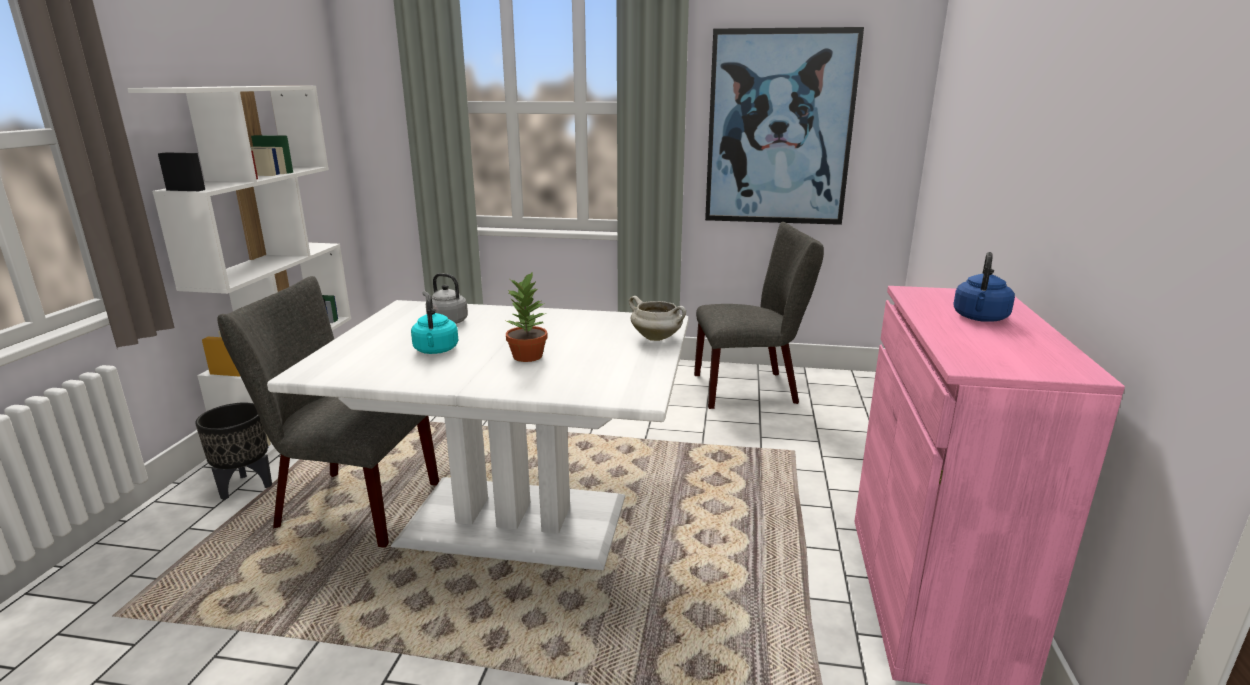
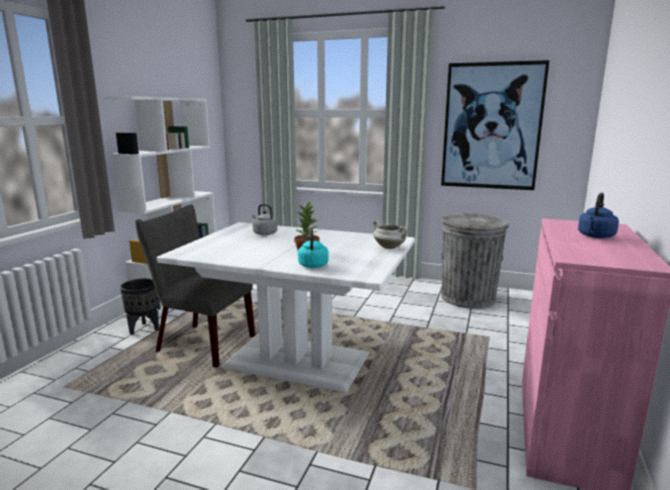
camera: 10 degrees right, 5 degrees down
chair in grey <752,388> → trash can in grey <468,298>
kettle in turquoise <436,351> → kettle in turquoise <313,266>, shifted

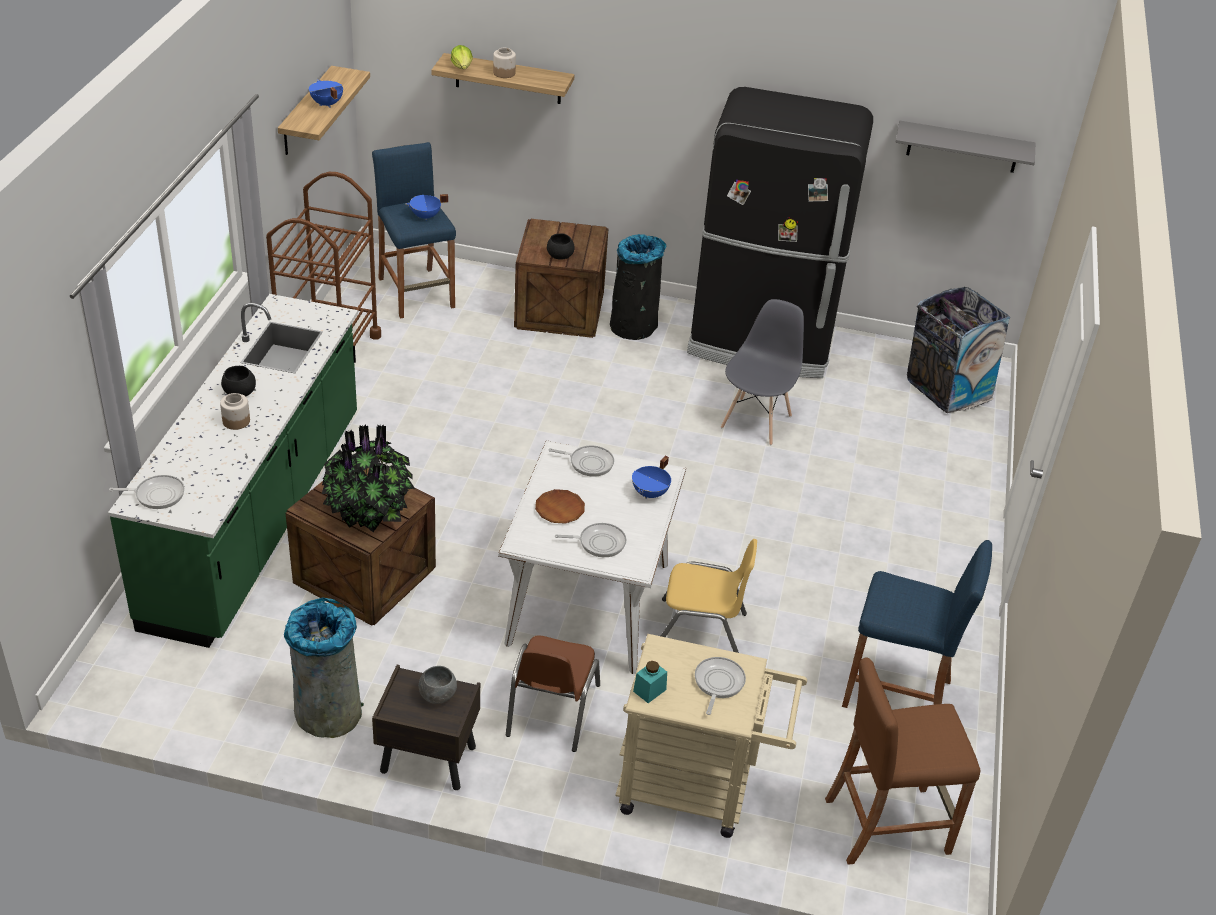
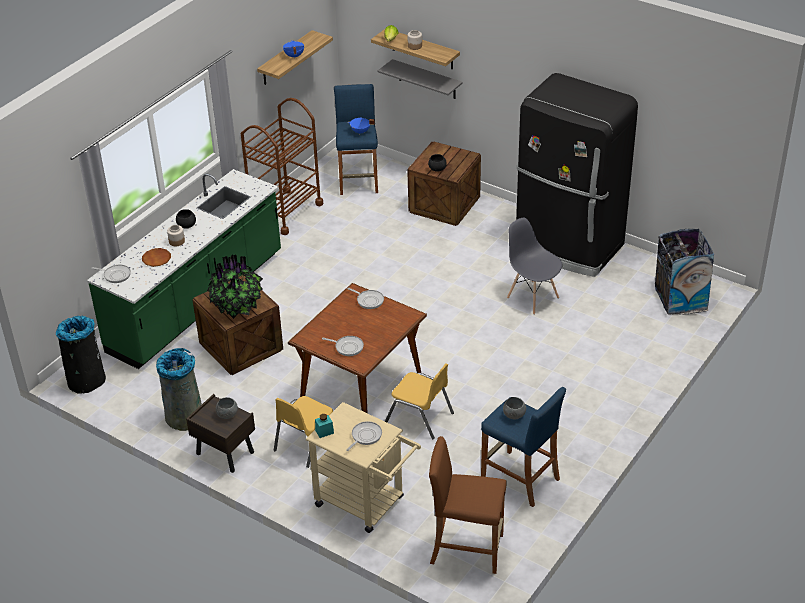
camera: 25 degrees right, 0 degrees up
shelf in grey <963,147> → shelf in grey <427,79>, shifted
trash can in black <634,325> → trash can in black <87,380>, shifted
chair in grey <756,421> → chair in grey <532,297>, 90 degrees counterclockwise
dining table in white <588,603> → dining table in brown <361,388>
cooking pot in blue <650,493> → -
plate in brown <559,509> → plate in brown <156,259>, shifted
chair in brown <551,710> → chair in yellow <307,442>
- → bowl in grey <514,415>

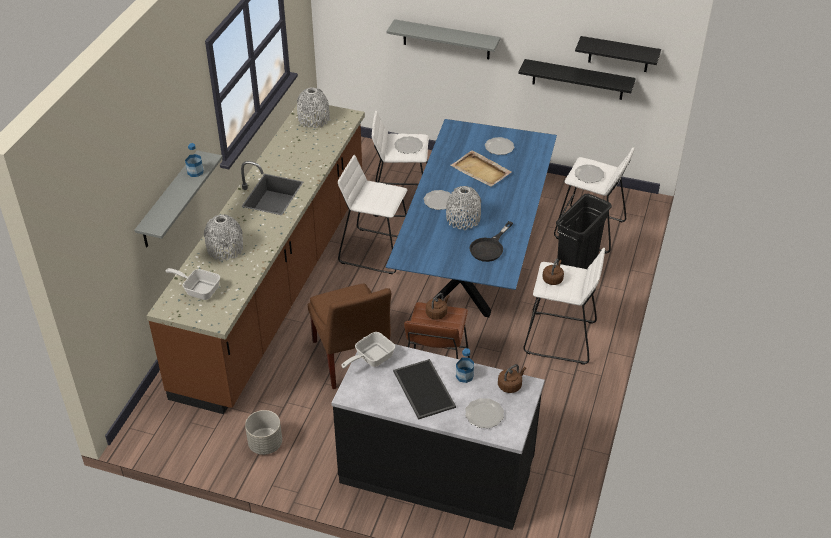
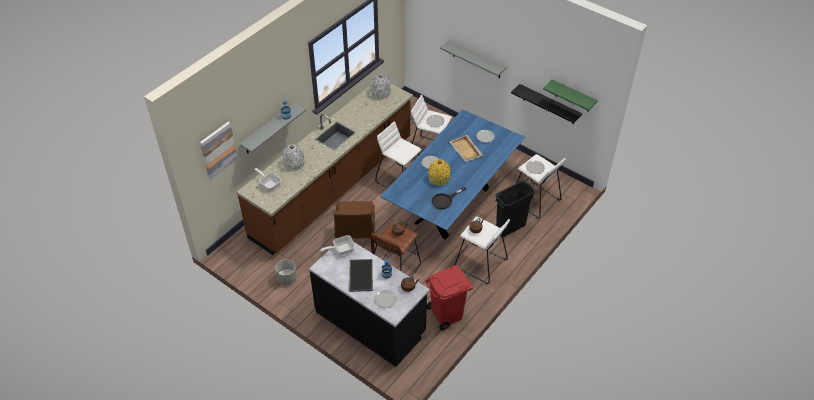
camera: 20 degrees right, 5 degrees up
shelf in black <618,54> → shelf in green <573,96>
vase in grey <463,219> → vase in yellow <439,178>
- → picture <218,150>
- → trash can in red <447,314>

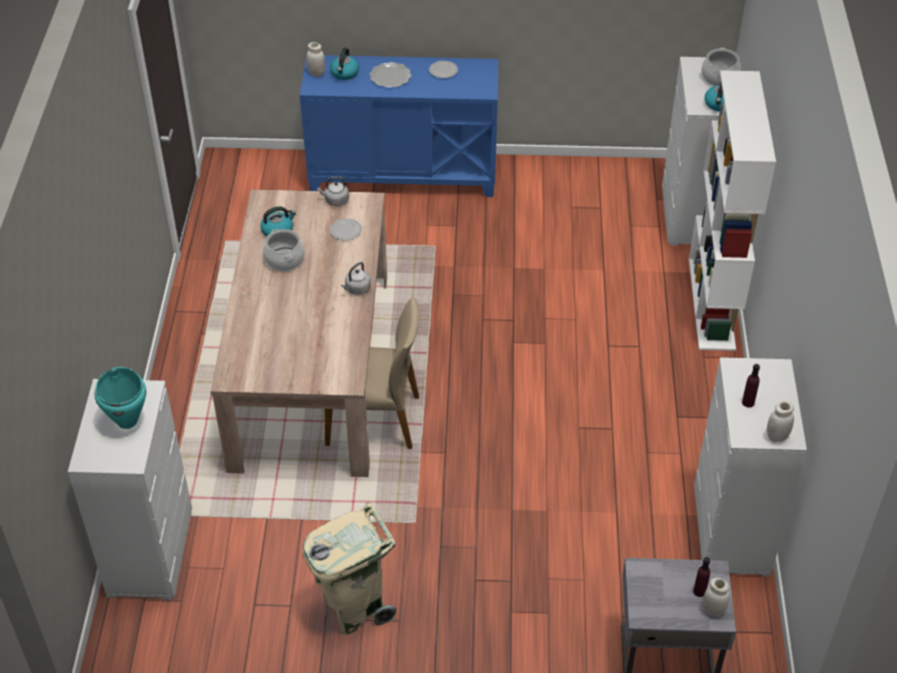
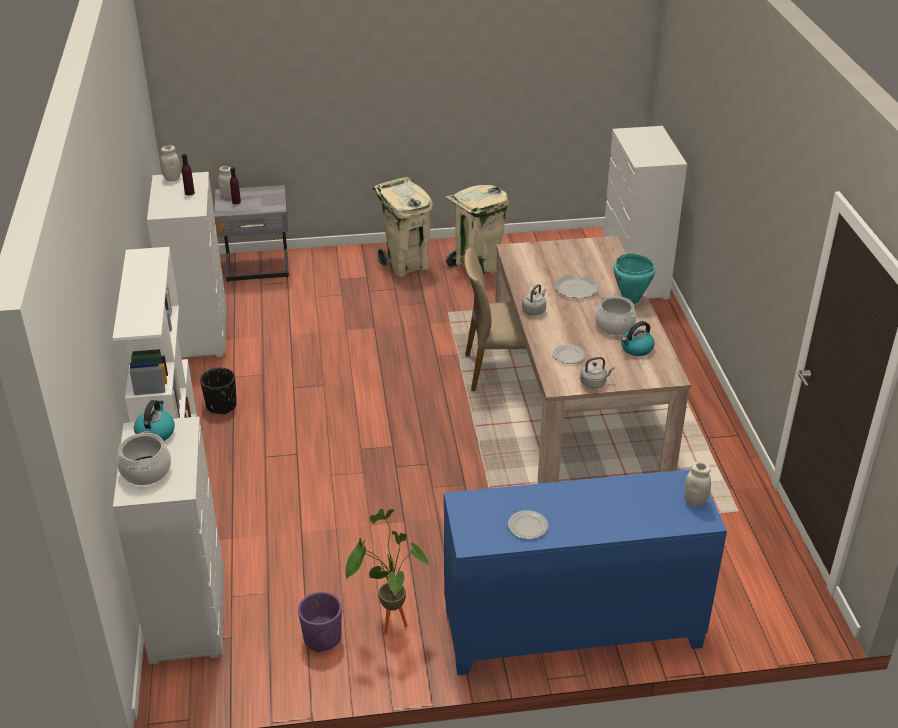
camera: 170 degrees right, 10 degrees down
kettle <345,73> → -
plate <390,77> → plate <576,288>, shifted
cooking pot in turquoise <128,420> → cooking pot in turquoise <630,300>, shifted
- → trash can in beige <406,265>
- → planter in black <221,405>
- → potted plant <387,624>
- → planter in purple <322,638>

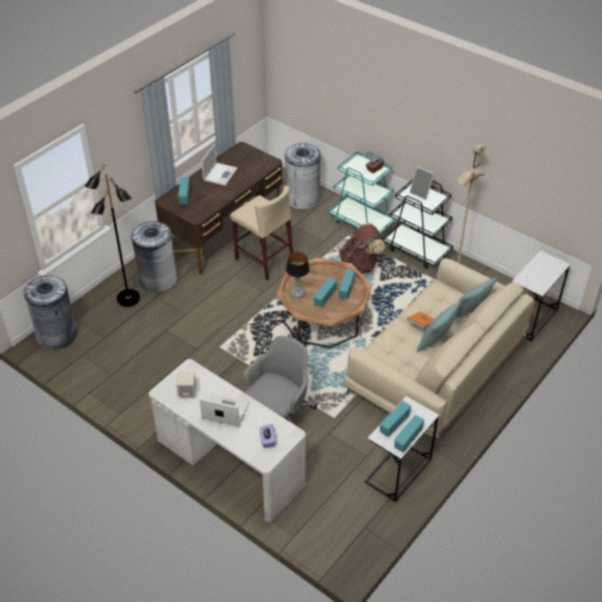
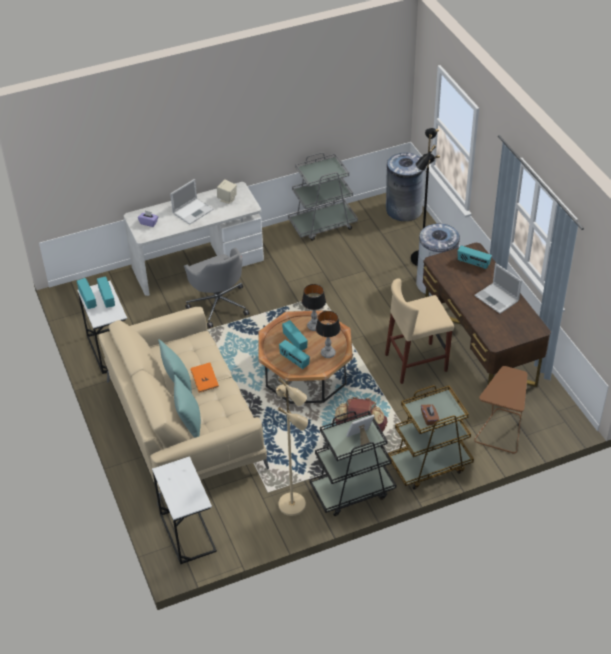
camera: 120 degrees right, 0 degrees up
trash can in grey <302,199> → side table in brown <501,431>
cart in turquoise <361,222> → cart in brown <429,465>
- → cart in grey <323,225>
- → table lamp <328,353>

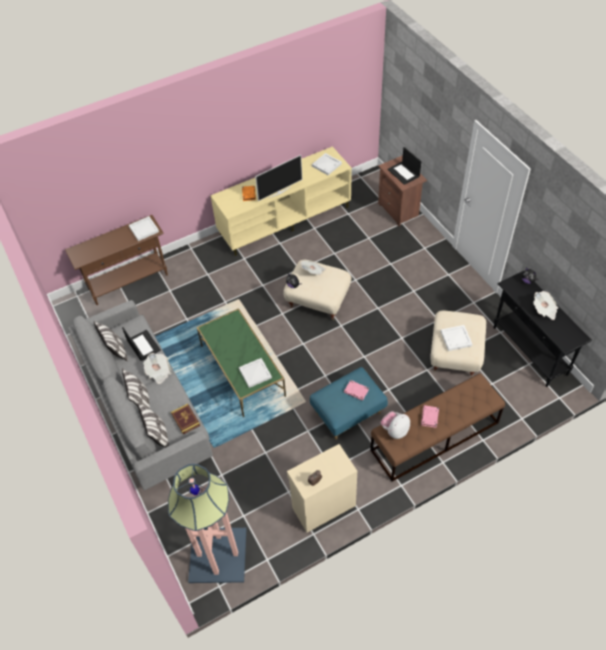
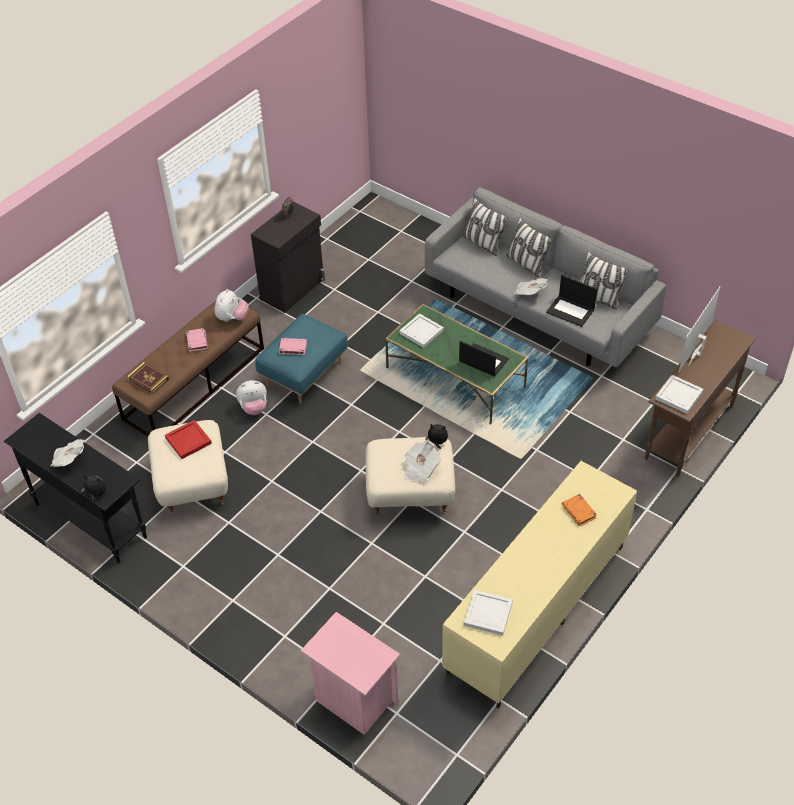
camera: 155 degrees right, 5 degrees down
laptop <404,173> → laptop <483,360>, shifted
television <279,192> → television <697,353>, shifted
nightstand in brown <399,210> → nightstand in pink <354,700>
tray in white <456,339> → tray in red <187,440>
book <185,420> → book <148,379>, shifted
cabinet in beige <323,506> → cabinet in black <293,289>
floor lamp <217,555> → -
- → plush toy <254,408>

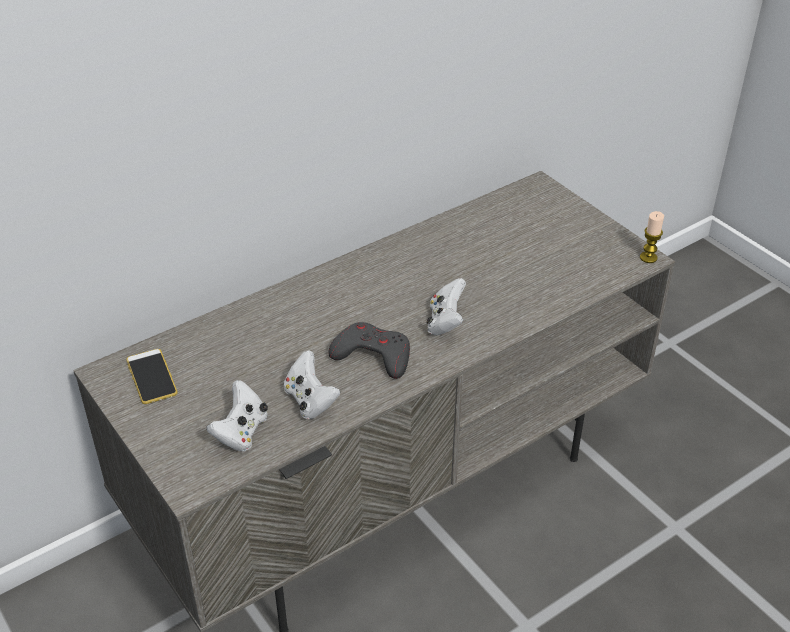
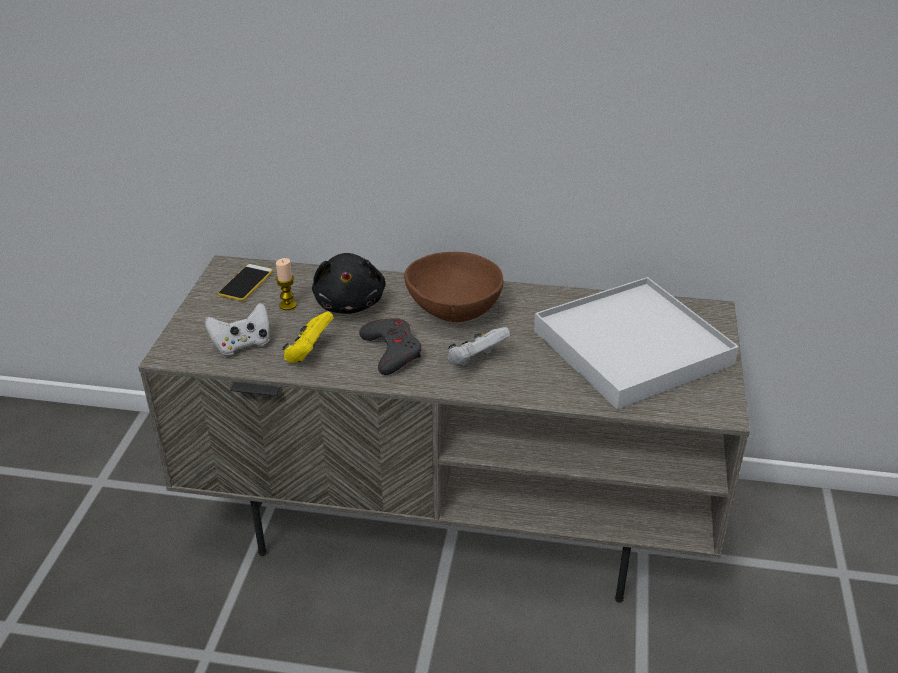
camera: 45 degrees right, 5 degrees down
candle <648,257> → candle <288,305>, shifted
game controller in white <310,401> → game controller in yellow <308,353>
- → bowl in brown <455,311>
- → plush toy in black <350,303>
- → tray in white <632,347>

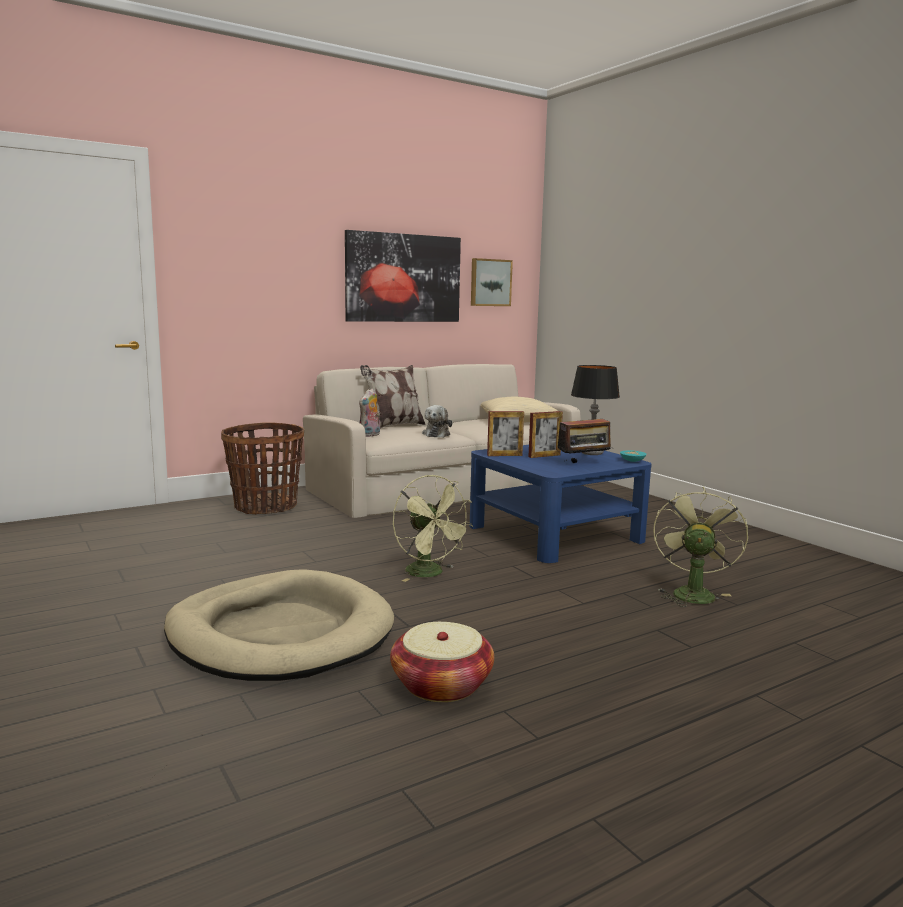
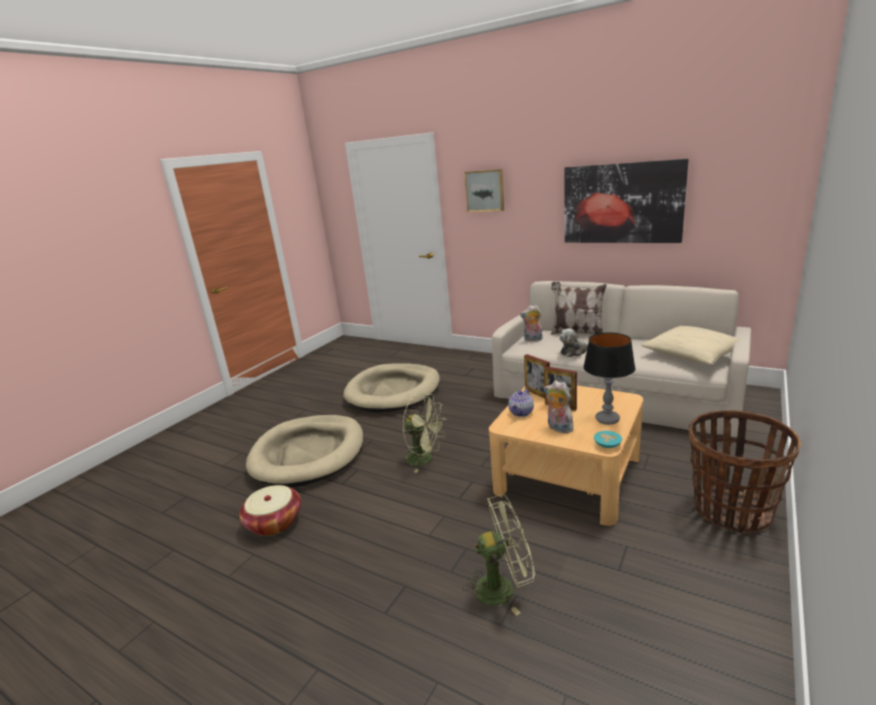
camera: 65 degrees right, 10 degrees up
picture <490,282> → picture <485,190>, shifted
radio <584,463> → plush toy <558,428>
basket <265,507> → basket <731,511>, shifted
coffee table in blue <555,533> → coffee table in beige <568,474>
fan in green <430,574> → fan in green <425,459>, 90 degrees counterclockwise
- → dog bed in beige <393,391>
- → teapot <521,412>

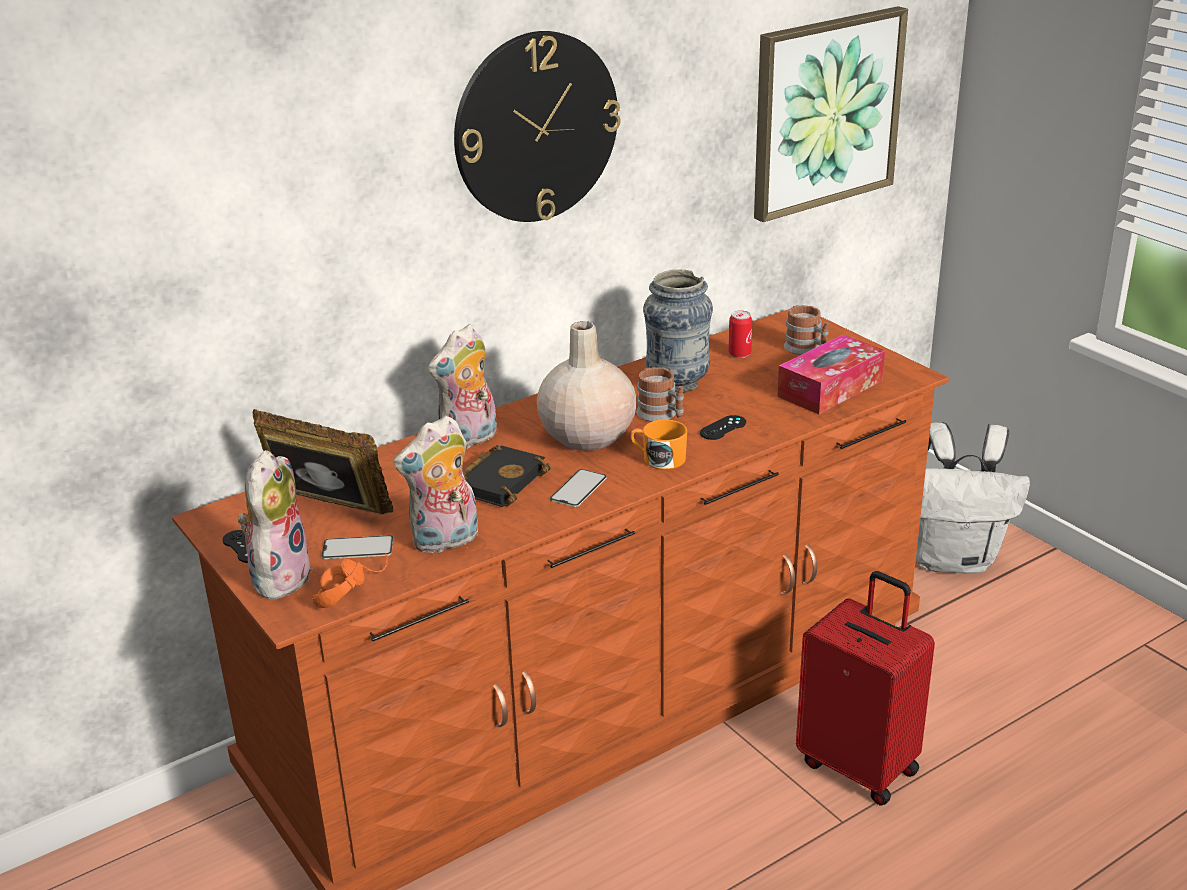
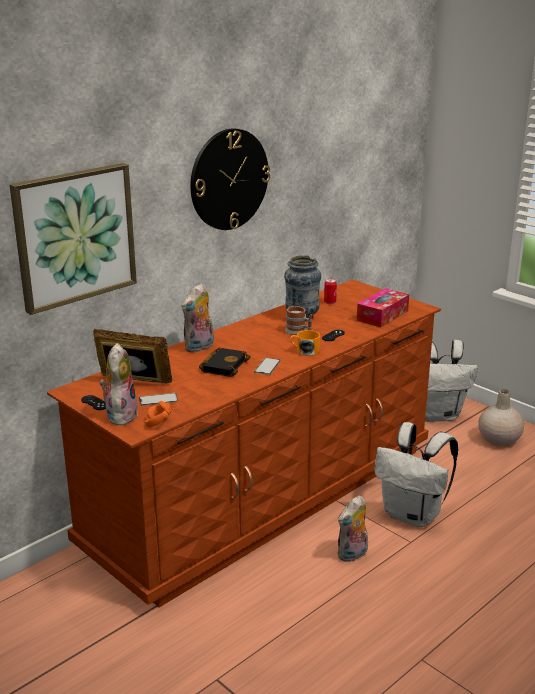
camera: 10 degrees left, 5 degrees down
picture <825,112> → picture <74,236>, shifted
mug <807,349> → -
vase in beige <586,436> → vase in beige <498,439>, shifted
plush toy <445,541> → plush toy <353,555>, shifted
suitcase in red <860,765> → backpack in white <413,515>

